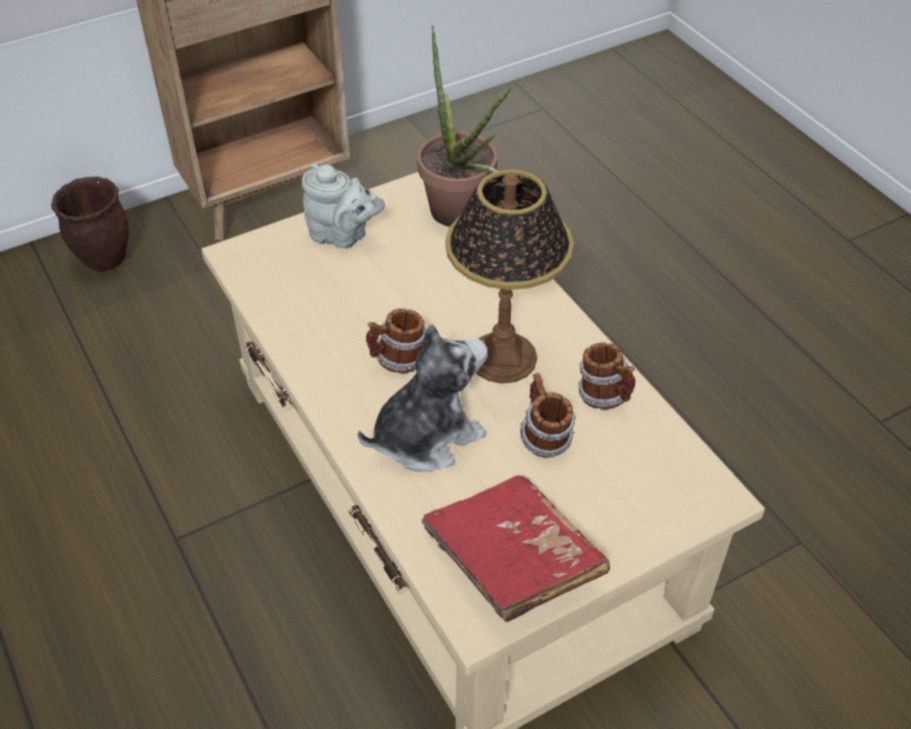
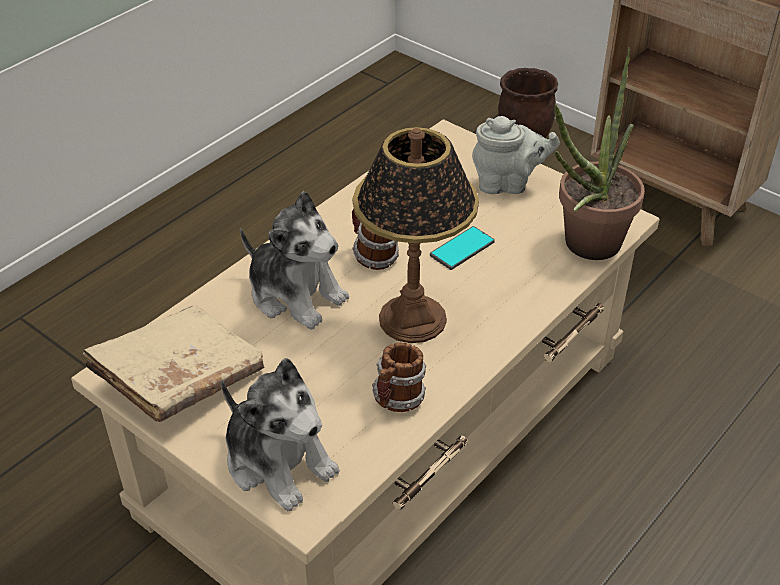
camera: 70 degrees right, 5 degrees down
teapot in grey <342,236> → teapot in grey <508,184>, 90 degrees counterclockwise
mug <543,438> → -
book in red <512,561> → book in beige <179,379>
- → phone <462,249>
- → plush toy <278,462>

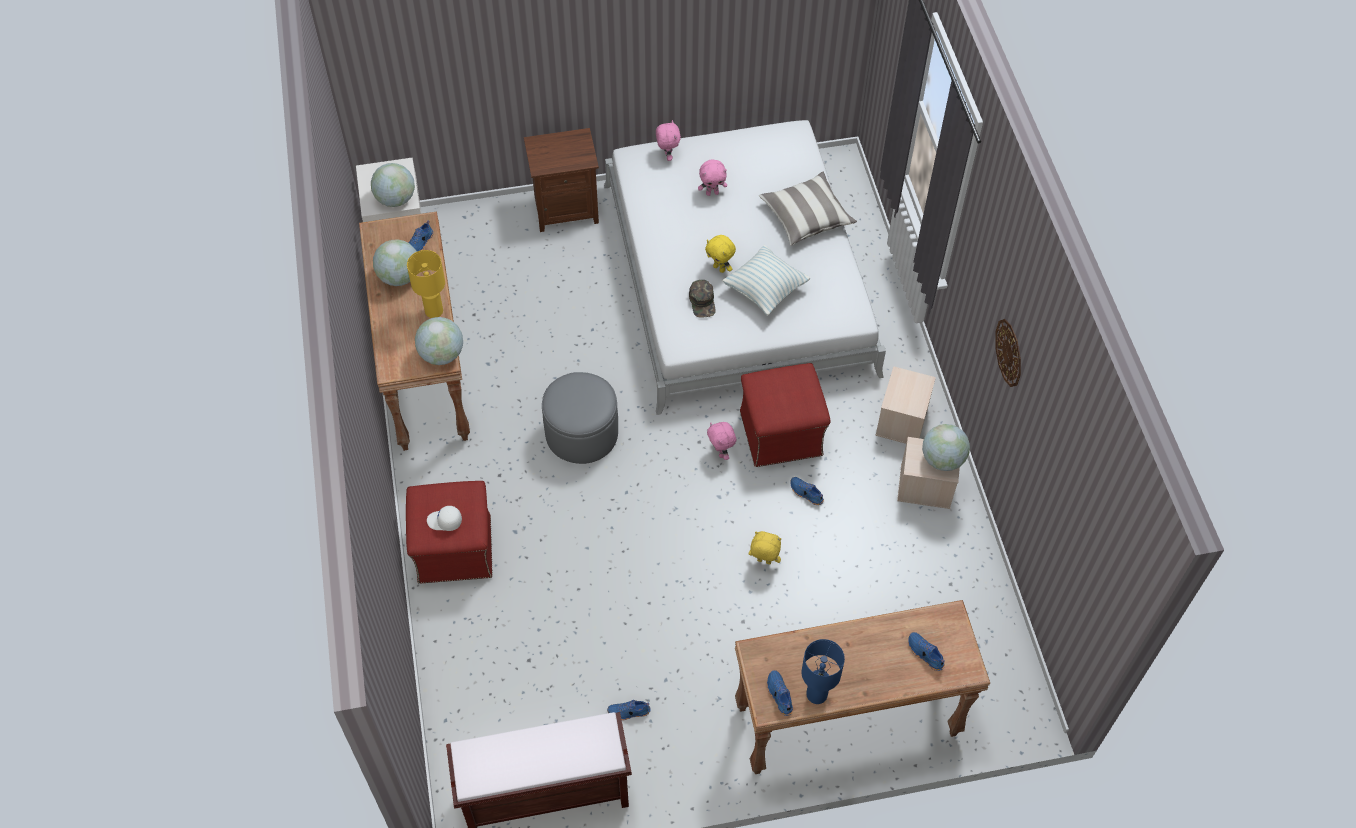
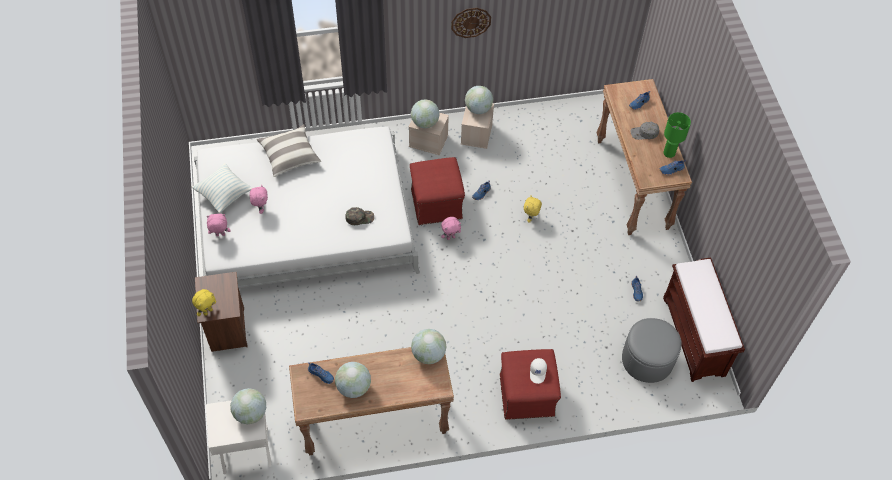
camera: 90 degrees left, 0 degrees up
plush toy in yellow <719,268> → plush toy in yellow <207,311>, shifted
pillow <765,290> → pillow <224,195>, shifted
table lamp in yellow <433,311> → -
ottoman in grey <582,433> → ottoman in grey <647,359>, shifted
table lamp in blue <816,694> → table lamp in green <669,153>
- → globe <425,123>
- → cap in grey <644,133>

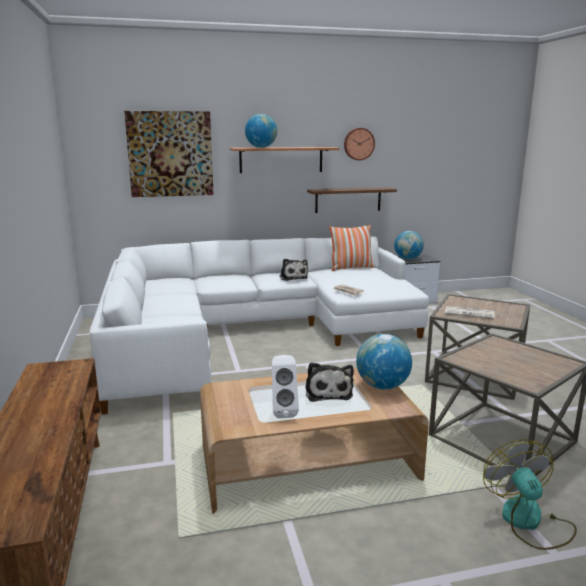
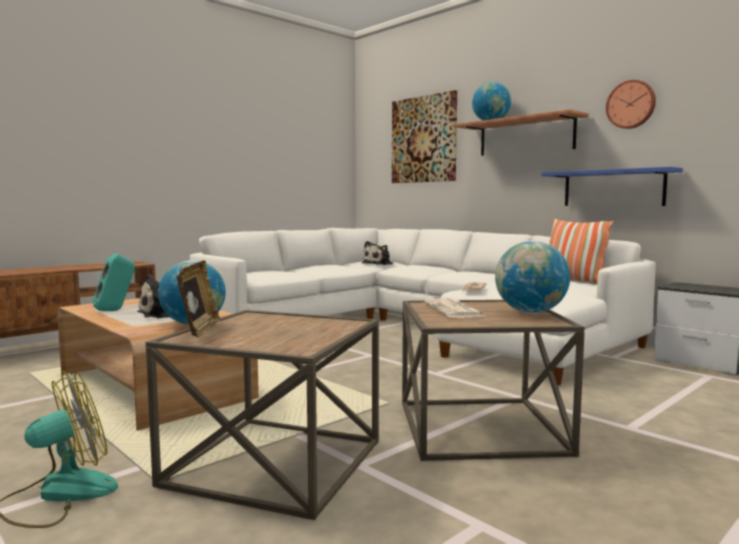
camera: 60 degrees right, 10 degrees down
shelf in brown <348,200> → shelf in blue <613,188>
globe <407,259> → globe <530,312>, shifted
plush toy <293,277> → plush toy <379,264>, shifted
speaker in white <283,411> → speaker in turquoise <115,310>
- → picture frame <200,330>

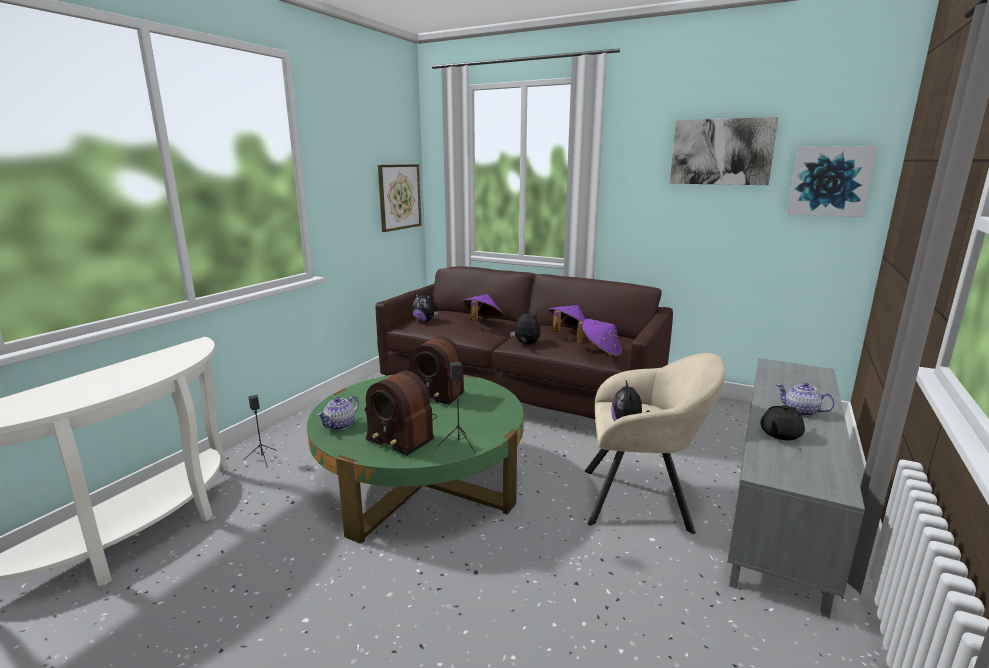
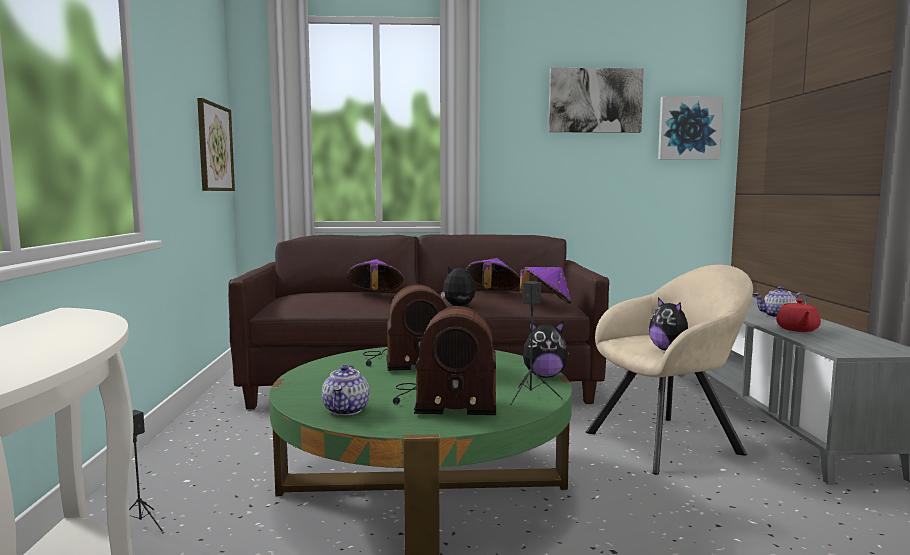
camera: 30 degrees left, 10 degrees down
plush toy <424,321> → plush toy <544,376>, shifted
teapot in black <780,434> → teapot in red <797,329>

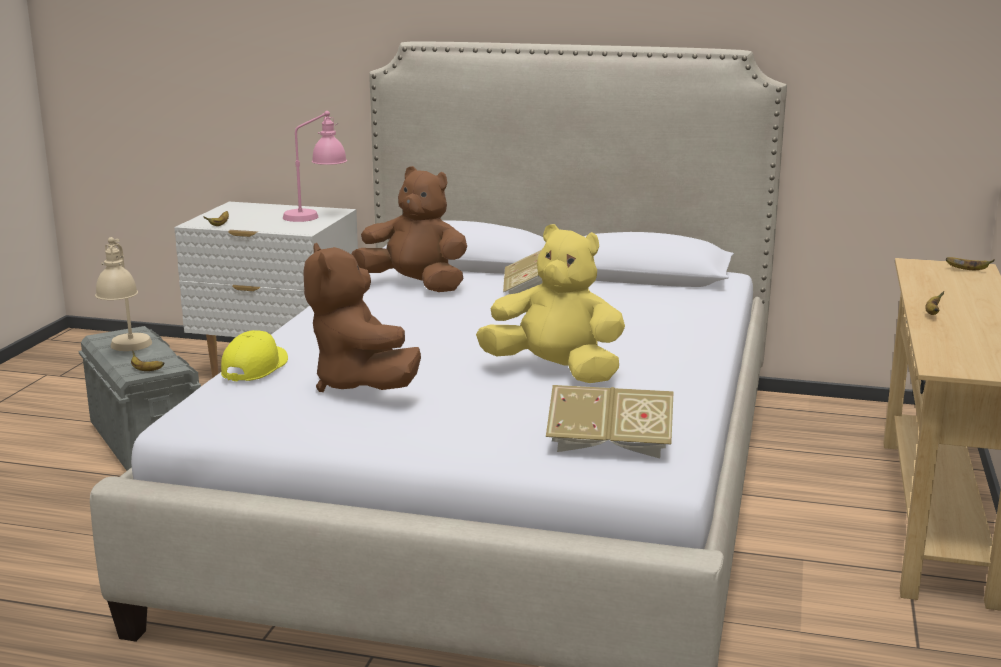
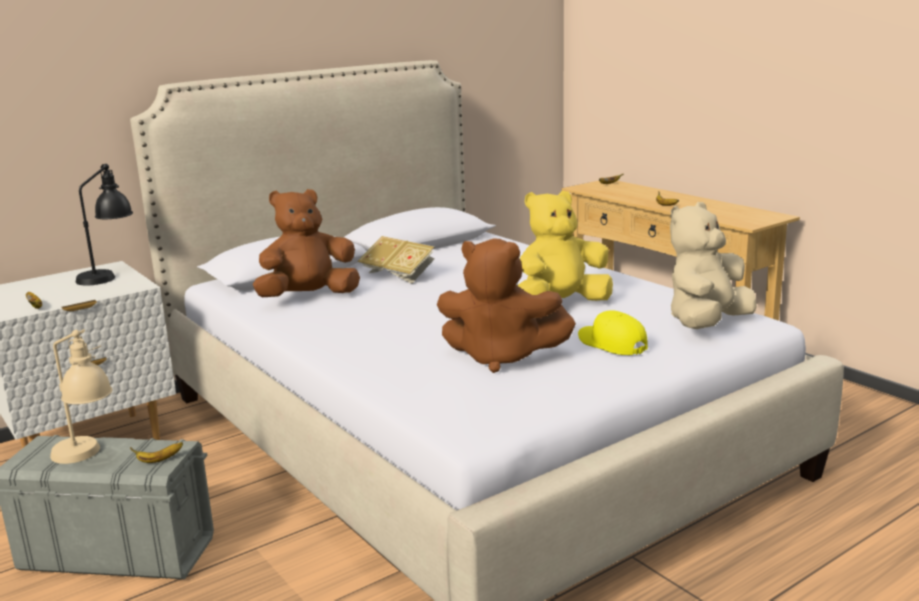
camera: 50 degrees left, 0 degrees up
table lamp in pink <316,217> → table lamp in black <109,275>
cap in yellow <255,367> → cap in yellow <612,343>, shifted
book <609,446> → plush toy in beige <707,324>

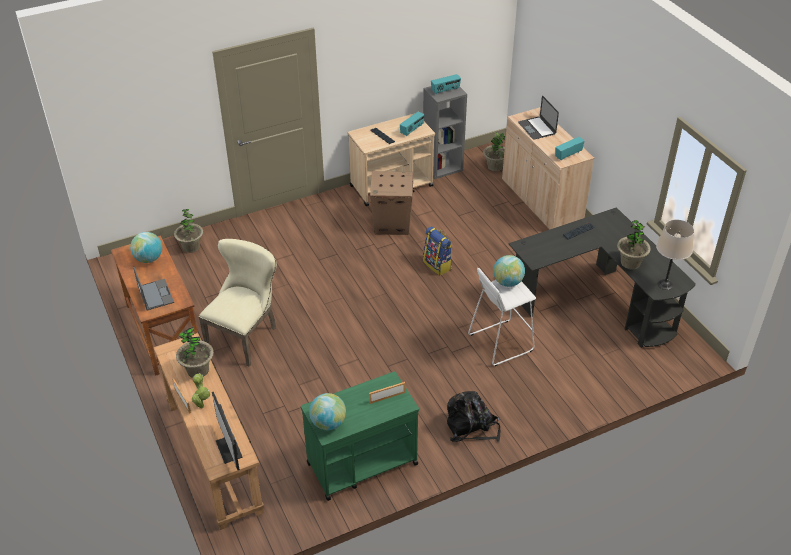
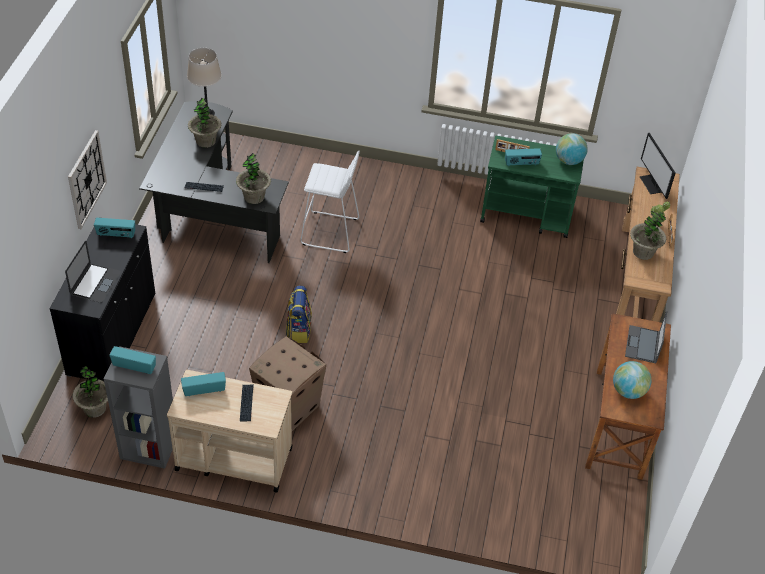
camera: 145 degrees left, 5 degrees up
cabinet in beige <541,200> → cabinet in black <112,334>
potted plant <191,247> → potted plant <254,197>, shifted
chair in beige <245,335> → -
globe <507,282> → -
backpack in black <471,427> → -
monitor <229,449> → monitor <652,184>, 150 degrees clockwise
- → wall clock <86,179>
- → radio <521,164>

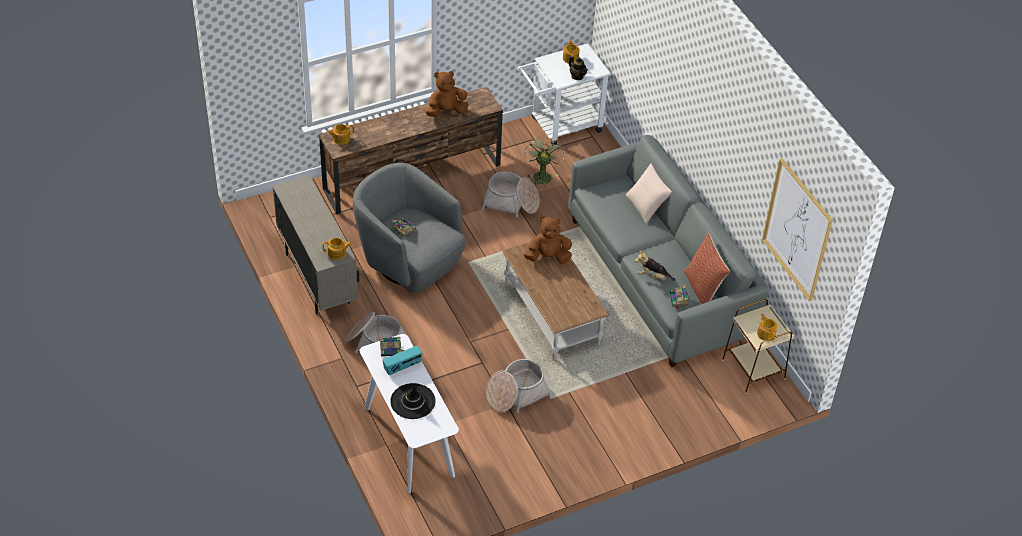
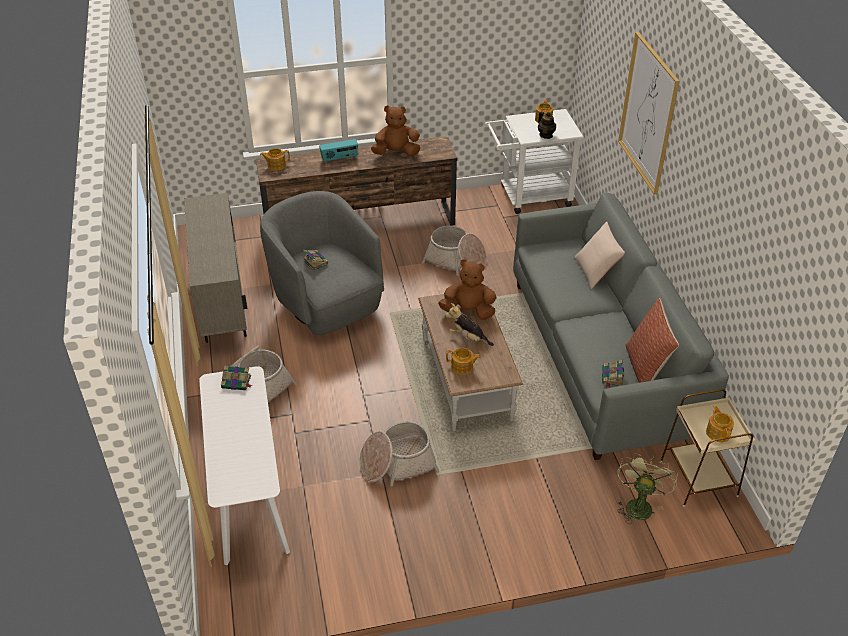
camera: 15 degrees right, 5 degrees down
fan in green <541,175> → fan in green <638,504>, shifted
picture <797,229> → picture <648,113>, shifted
teapot <337,253> → teapot <462,367>, shifted
plush toy <652,276> → plush toy <468,338>, shifted
radio <402,367> → radio <339,158>, shifted
hat in black <413,401> → -

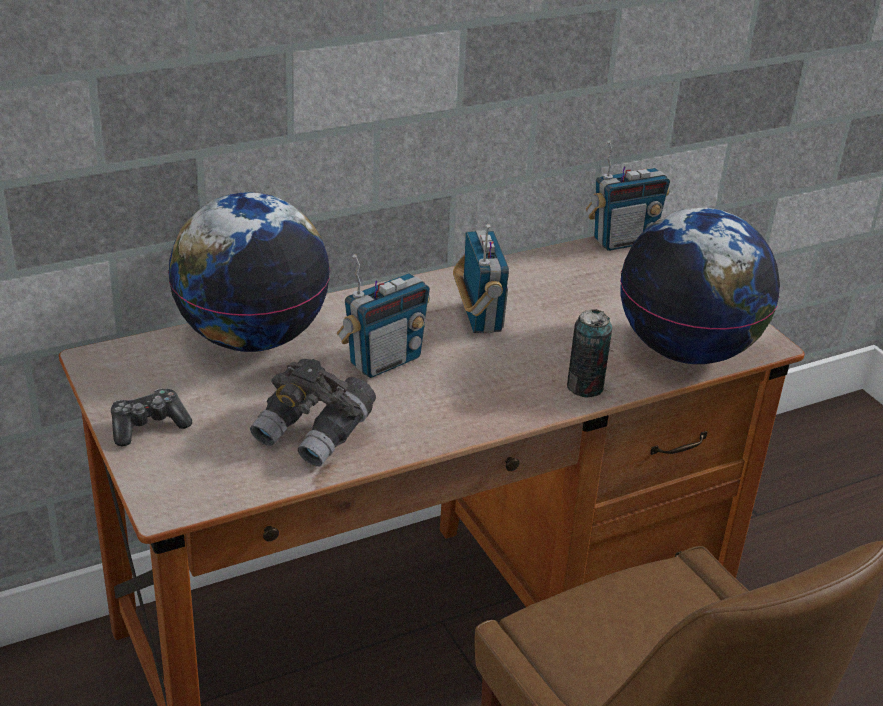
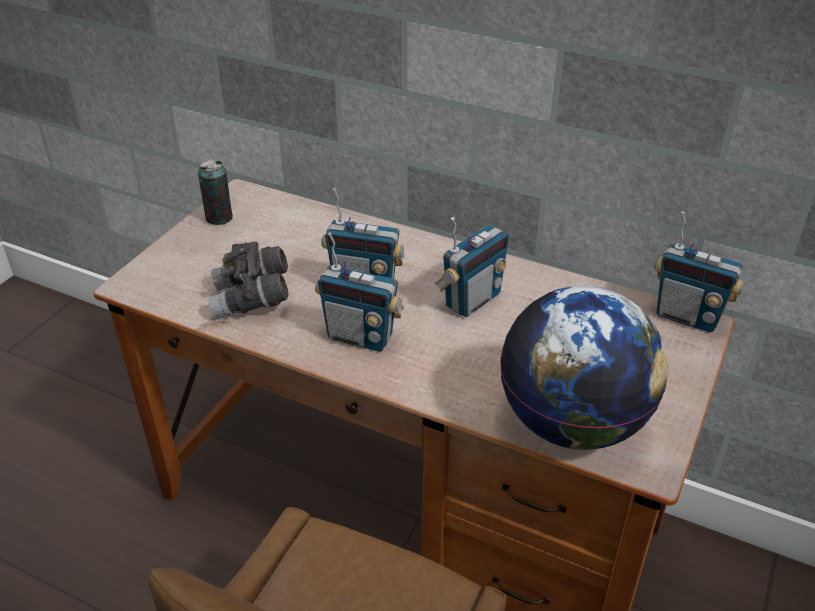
camera: 55 degrees right, 5 degrees up
globe <252,337> → -
can <585,387> → can <219,218>, shifted
game controller <148,426> → -
- → radio <360,337>

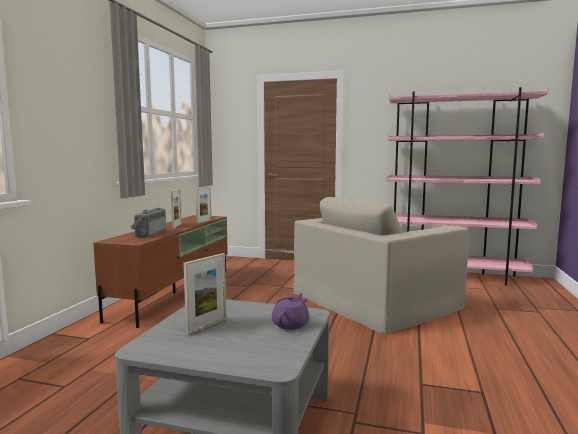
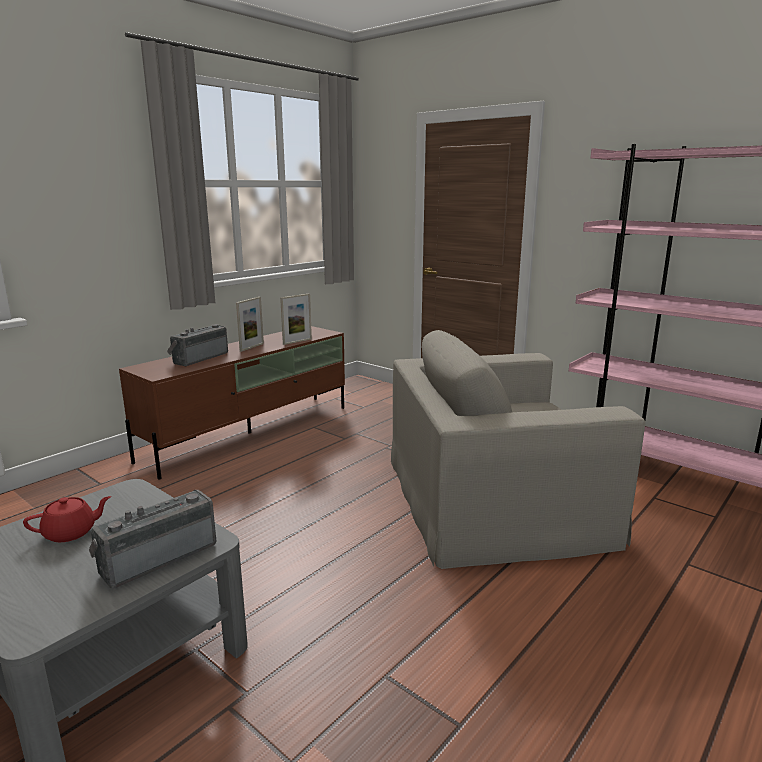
camera: 25 degrees right, 10 degrees up
picture frame <207,326> → teapot in red <71,532>
teapot in purple <291,324> → radio <157,556>

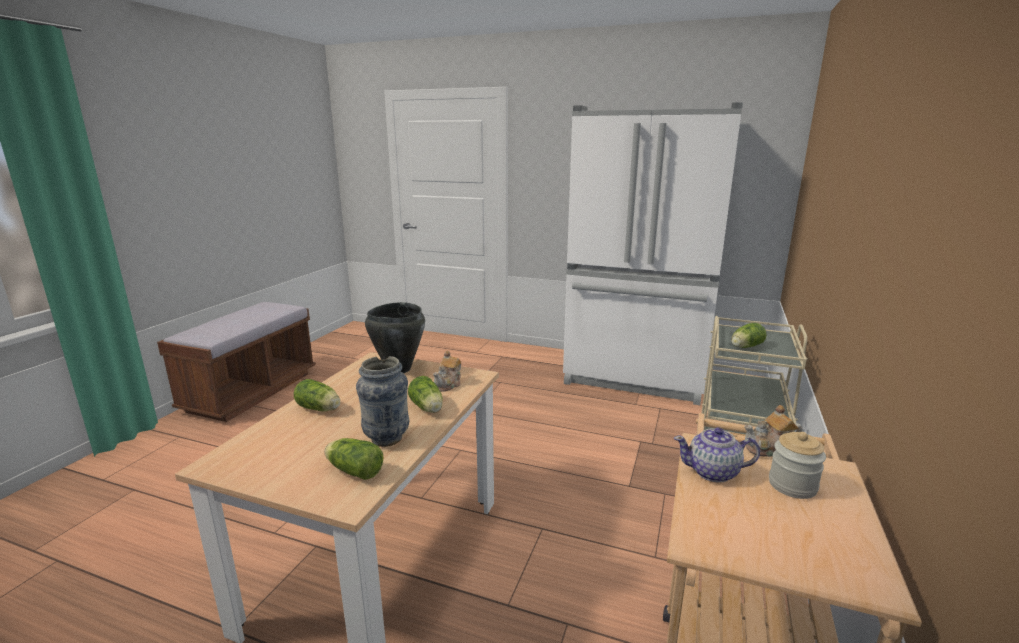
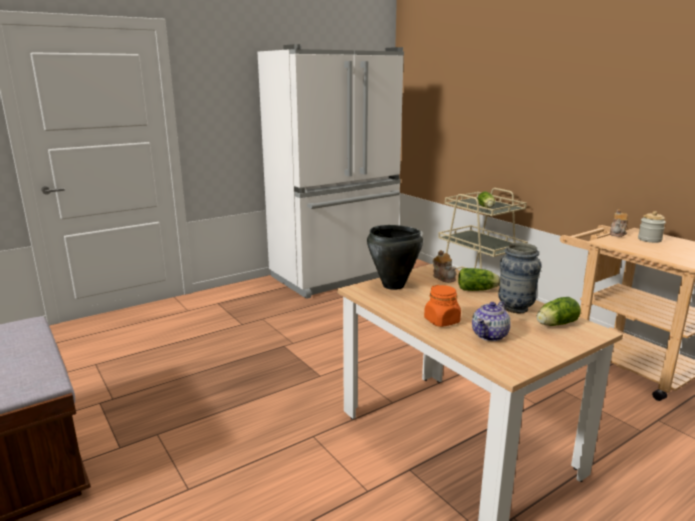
camera: 55 degrees left, 0 degrees up
lettuce <320,409> → jar in orange <442,321>
teapot <713,472> → teapot <490,335>, shifted

